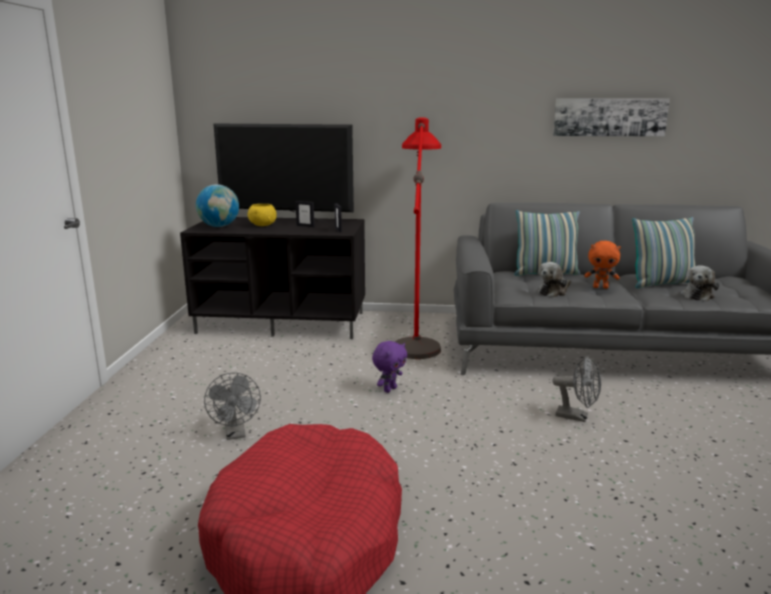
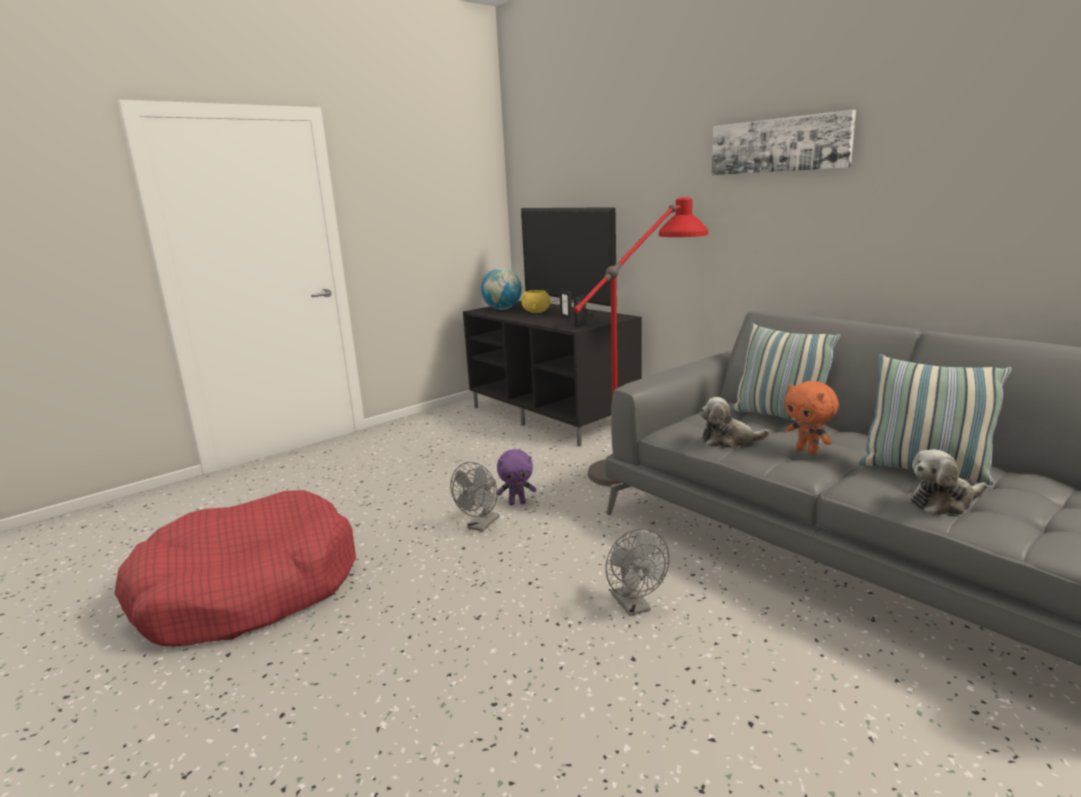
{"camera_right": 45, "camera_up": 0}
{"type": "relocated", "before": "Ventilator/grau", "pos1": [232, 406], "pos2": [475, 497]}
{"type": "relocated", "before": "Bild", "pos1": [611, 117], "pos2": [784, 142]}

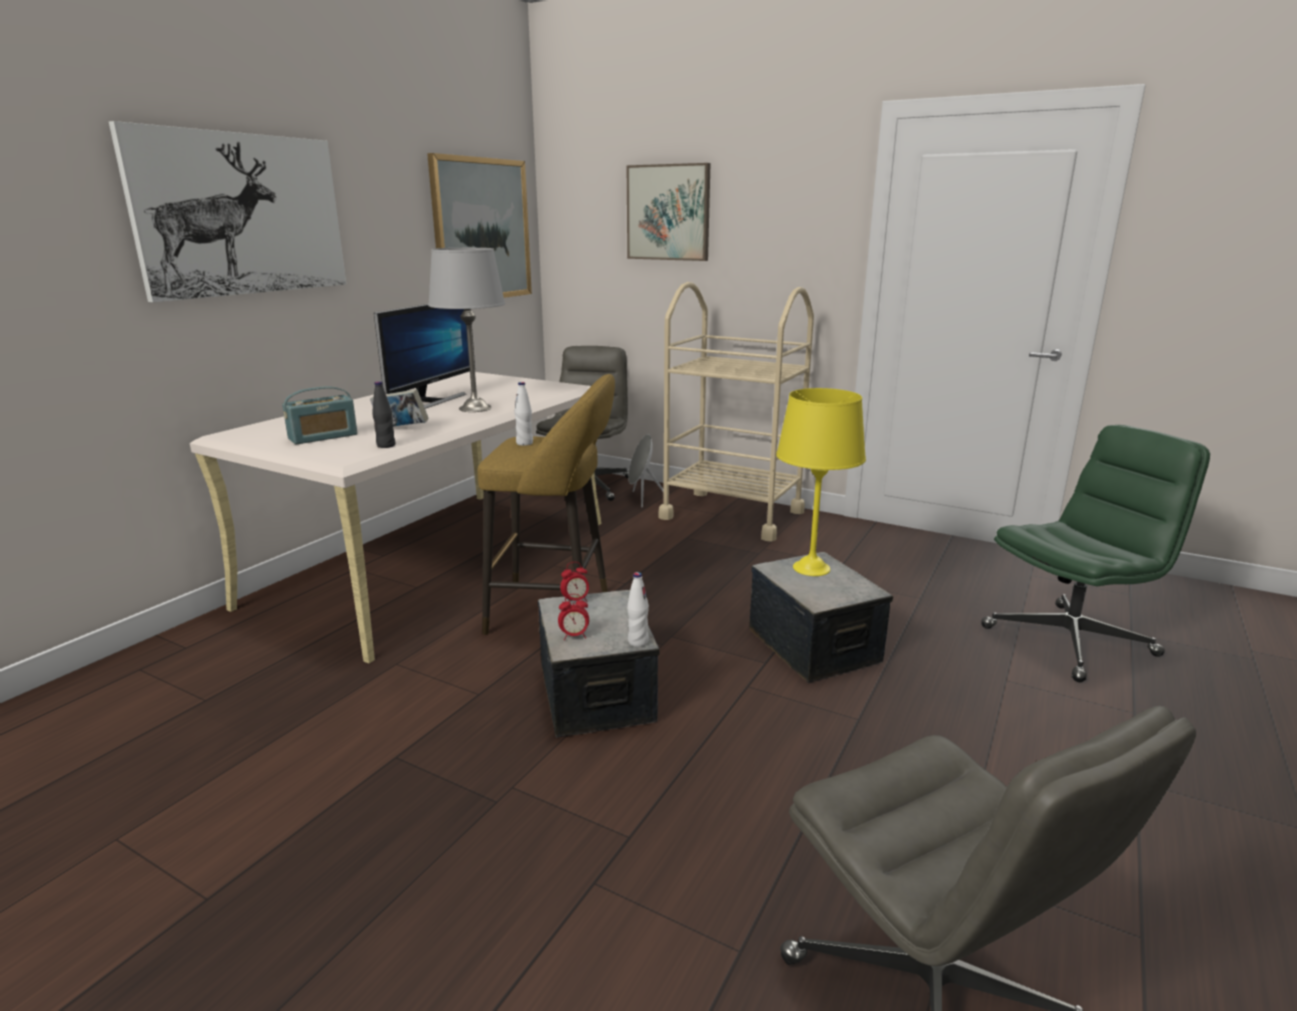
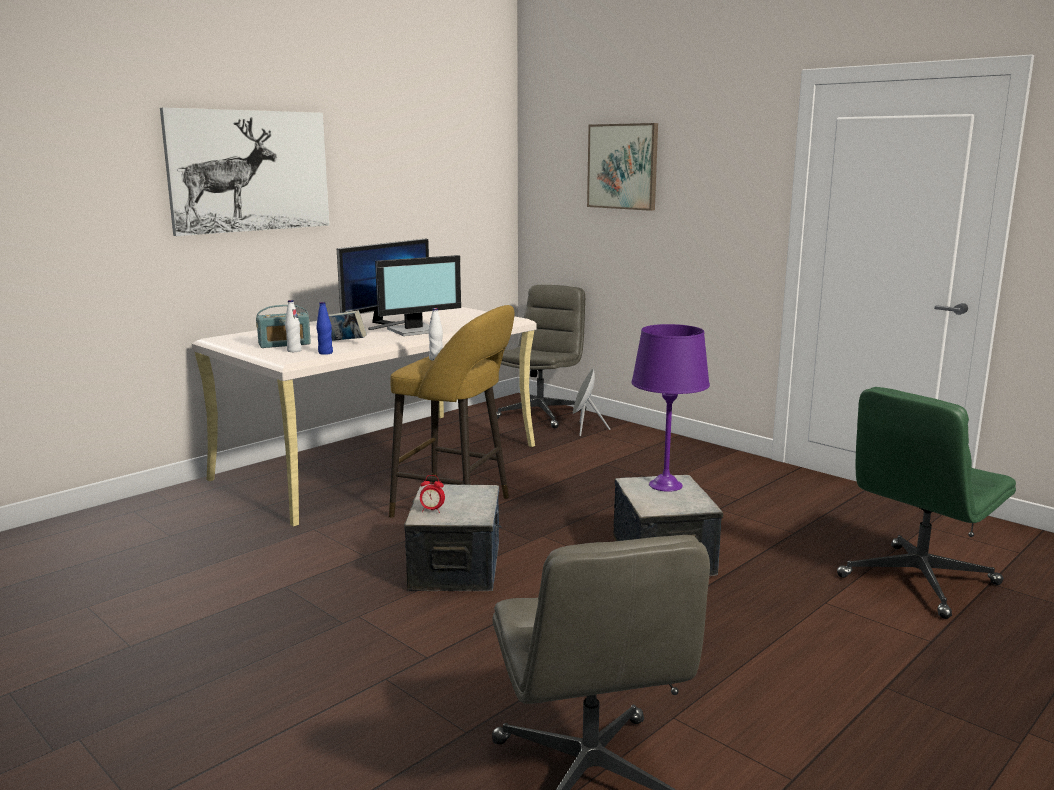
{"camera_right": 15, "camera_up": -5}
{"type": "relocated", "before": "Flasche/weiß", "pos1": [638, 609], "pos2": [293, 326]}
{"type": "colour", "before": "Flasche/schwarz", "after": "Flasche/blau", "pos1": [383, 414], "pos2": [324, 328]}
{"type": "exchanged", "before": "Tischlampe/grau", "after": "Monitor", "pos1": [466, 330], "pos2": [418, 295]}
{"type": "colour", "before": "Tischlampe/gelb", "after": "Tischlampe/lila", "pos1": [821, 482], "pos2": [670, 408]}
{"type": "spun", "before": "Bürostuhl/grün", "pos1": [1095, 553], "pos2": [926, 503], "turn": 150}
{"type": "missing", "before": "Bild", "pos1": [479, 225]}
{"type": "missing", "before": "Wecker", "pos1": [574, 582]}
{"type": "missing", "before": "Rollwagen/beige", "pos1": [736, 411]}

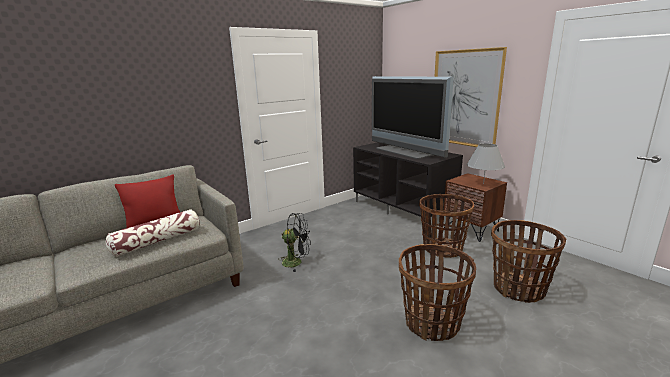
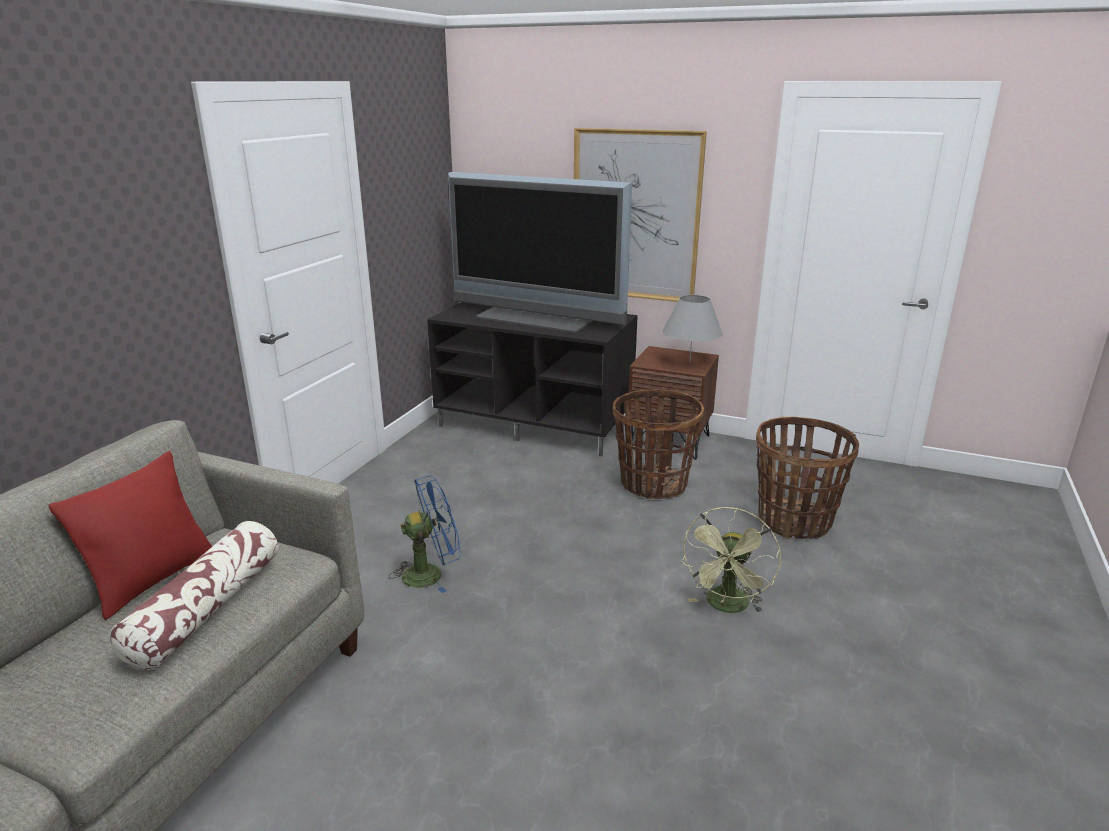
{"camera_right": -30, "camera_up": 5}
{"type": "colour", "before": "Ventilator/schwarz", "after": "Ventilator/blau", "pos1": [296, 242], "pos2": [425, 534]}
{"type": "exchanged", "before": "Korb", "after": "Ventilator/grün", "pos1": [437, 292], "pos2": [731, 560]}

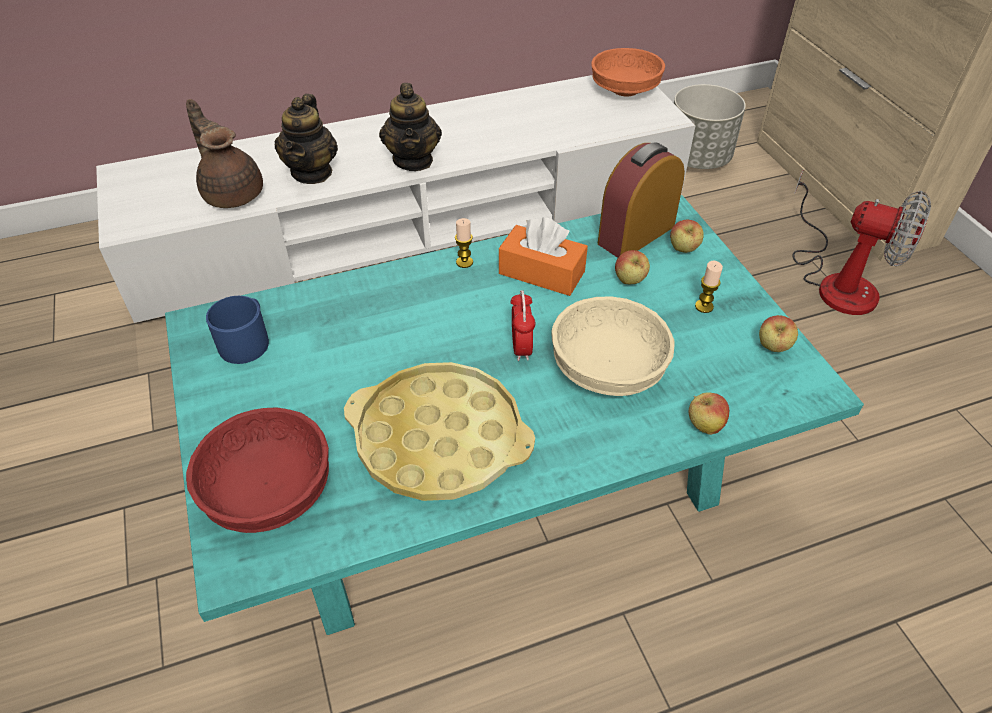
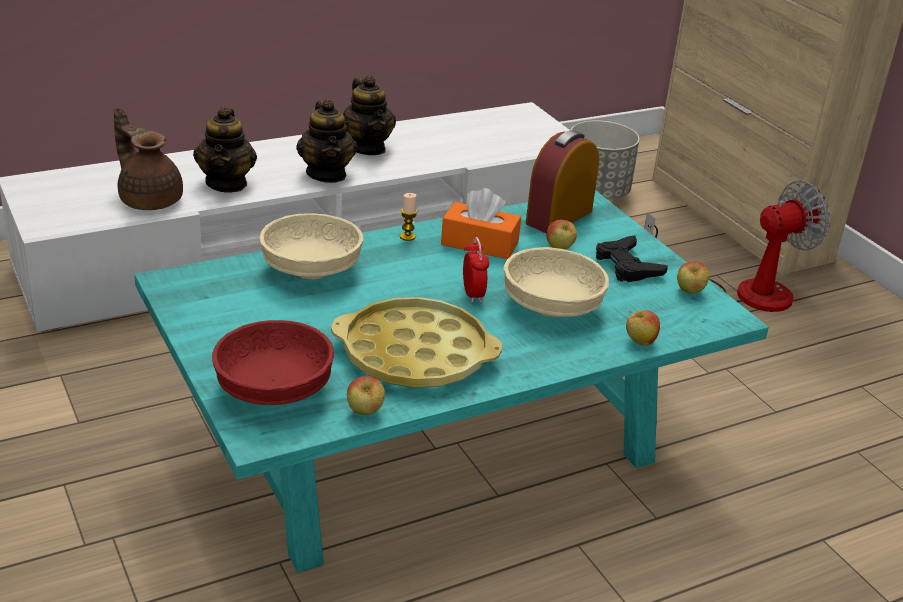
{"camera_right": -10, "camera_up": -15}
{"type": "appeared", "after": "Schüssel/beige", "pos2": [311, 246]}
{"type": "appeared", "after": "Teekanne", "pos2": [369, 115]}
{"type": "relocated", "before": "Apfel", "pos1": [687, 236], "pos2": [366, 395]}
{"type": "exchanged", "before": "Kerze", "after": "Gamepad/schwarz", "pos1": [709, 287], "pos2": [632, 258]}
{"type": "spun", "before": "Ventilator", "pos1": [861, 242], "pos2": [737, 246], "turn": -45}
{"type": "missing", "before": "Henkelbecher/blau", "pos1": [237, 330]}
{"type": "missing", "before": "Schüssel/orange", "pos1": [628, 72]}

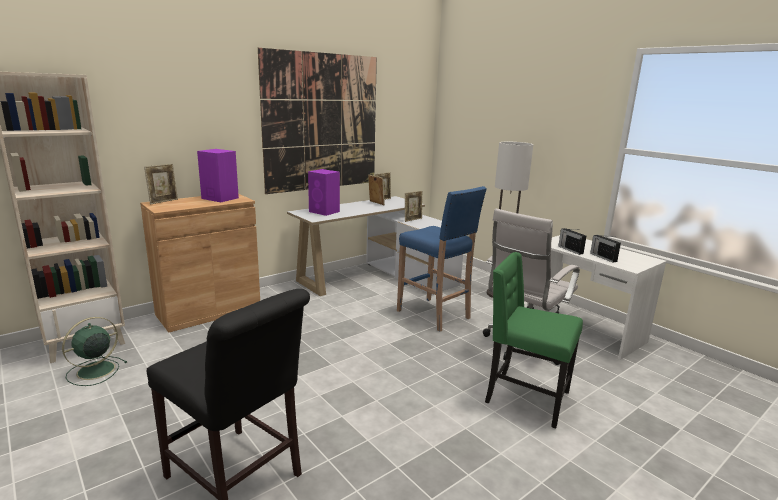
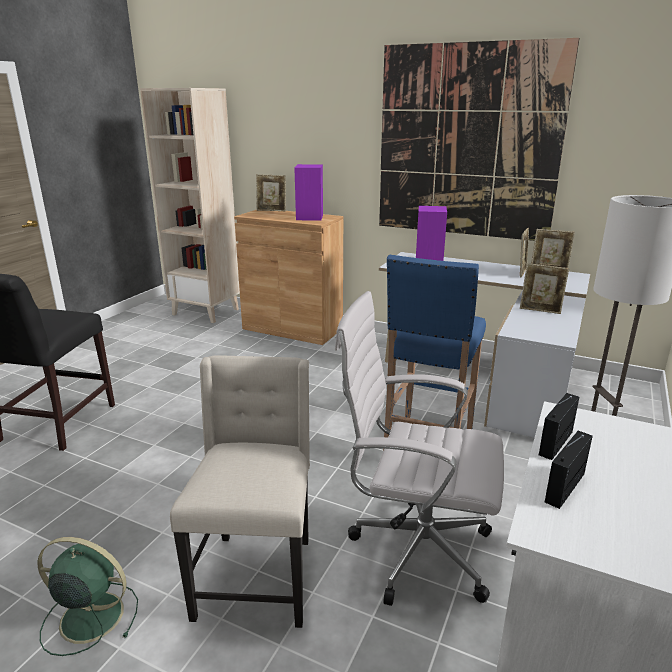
{"camera_right": 65, "camera_up": 5}
{"type": "relocated", "before": "Ventilator/grün", "pos1": [94, 351], "pos2": [87, 596]}
{"type": "colour", "before": "Stuhl/grün", "after": "Stuhl/beige", "pos1": [534, 340], "pos2": [240, 491]}

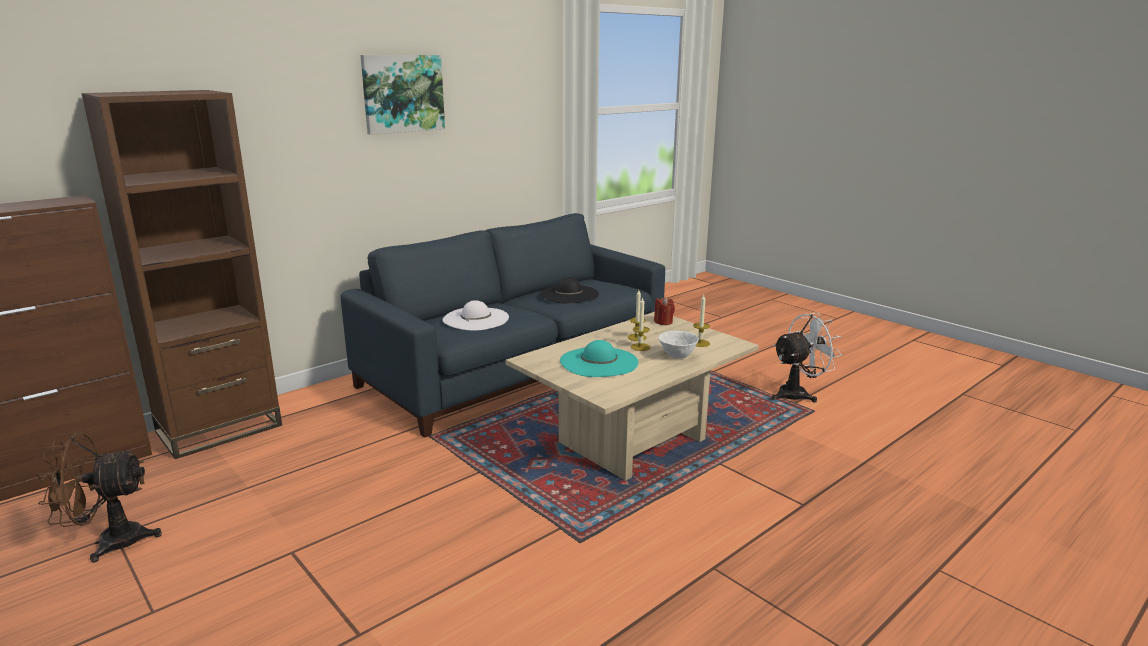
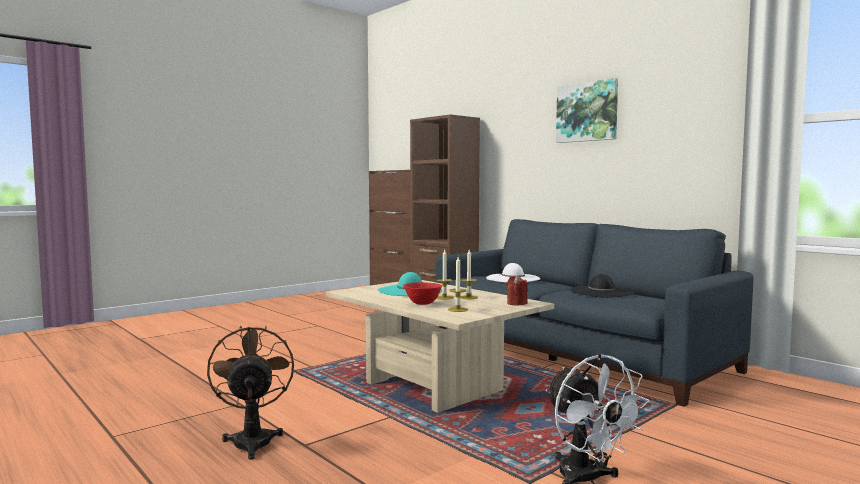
{"camera_right": 90, "camera_up": -15}
{"type": "relocated", "before": "Ventilator/braun", "pos1": [99, 497], "pos2": [250, 393]}
{"type": "colour", "before": "Schüssel/weiß", "after": "Schüssel/rot", "pos1": [678, 344], "pos2": [423, 293]}

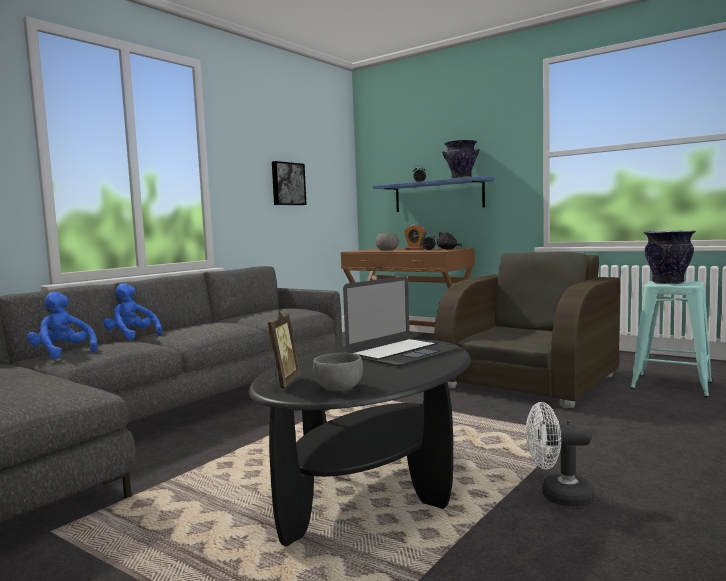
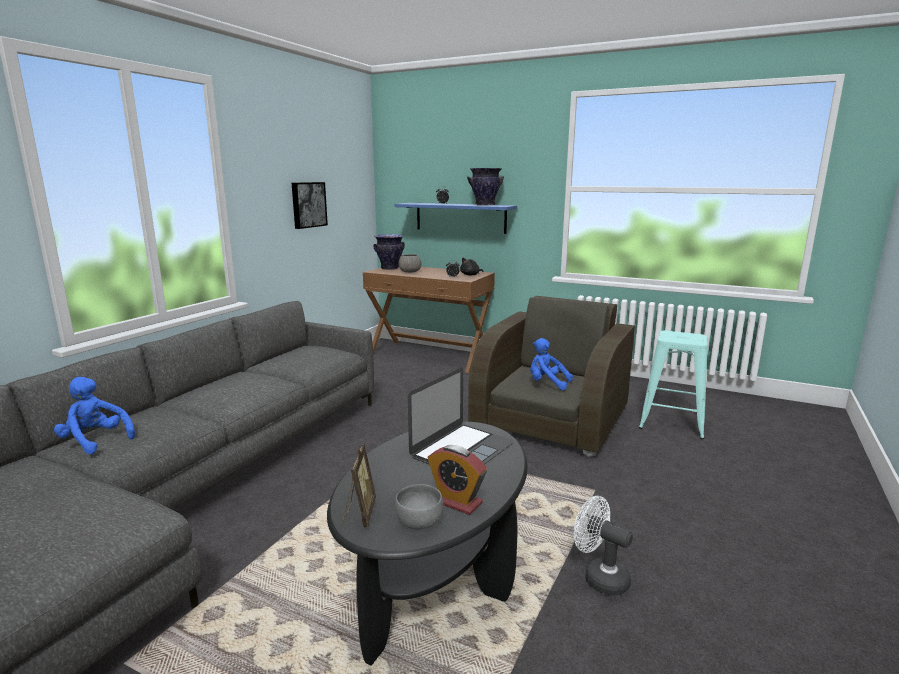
{"camera_right": -10, "camera_up": 10}
{"type": "relocated", "before": "Vase", "pos1": [670, 257], "pos2": [389, 252]}
{"type": "relocated", "before": "Wecker", "pos1": [415, 237], "pos2": [457, 480]}
{"type": "relocated", "before": "Plüschtier/blau", "pos1": [133, 311], "pos2": [551, 364]}
{"type": "spun", "before": "Ventilator/weiß", "pos1": [560, 454], "pos2": [603, 546], "turn": 45}

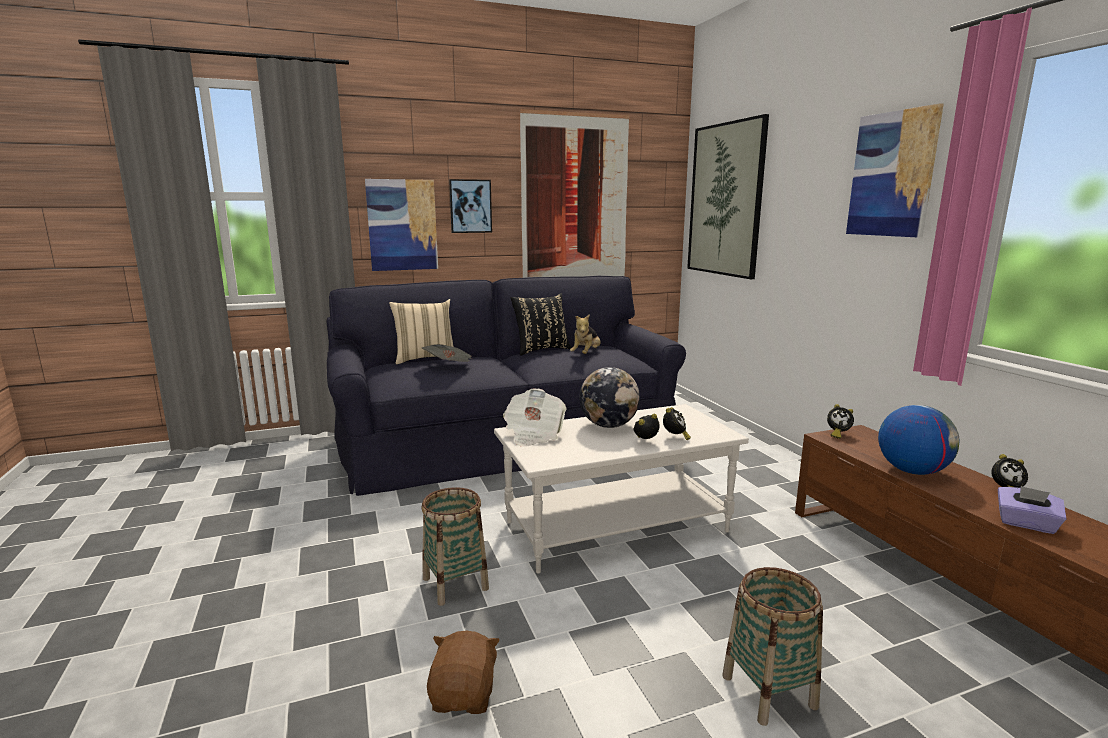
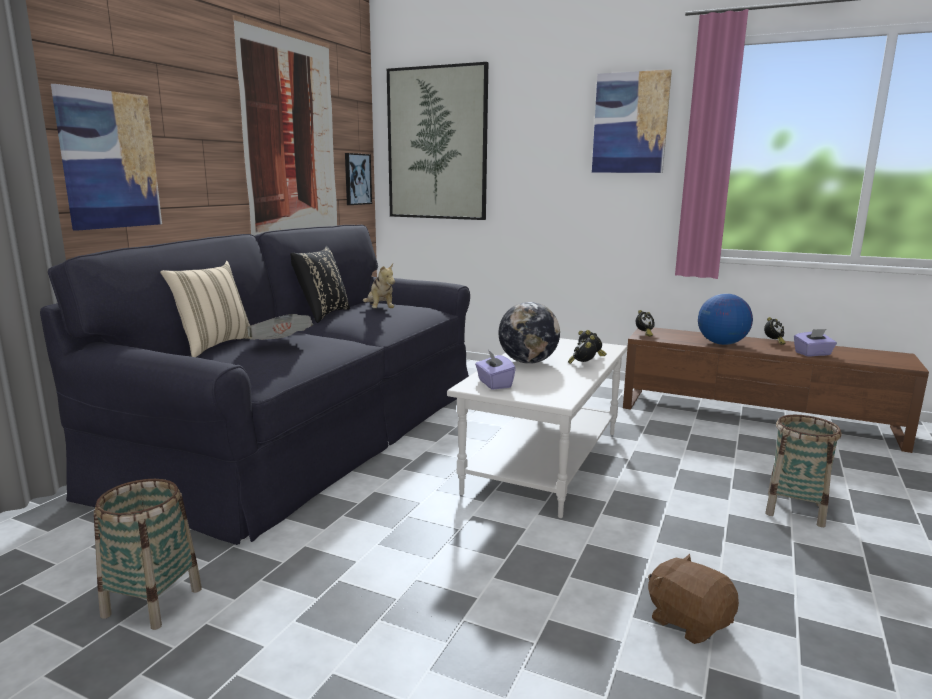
{"camera_right": -45, "camera_up": 0}
{"type": "relocated", "before": "Korb", "pos1": [455, 546], "pos2": [148, 554]}
{"type": "relocated", "before": "Bild", "pos1": [470, 206], "pos2": [358, 179]}
{"type": "exchanged", "before": "Zeitung", "after": "Taschentuchbox/lila", "pos1": [535, 417], "pos2": [495, 370]}

